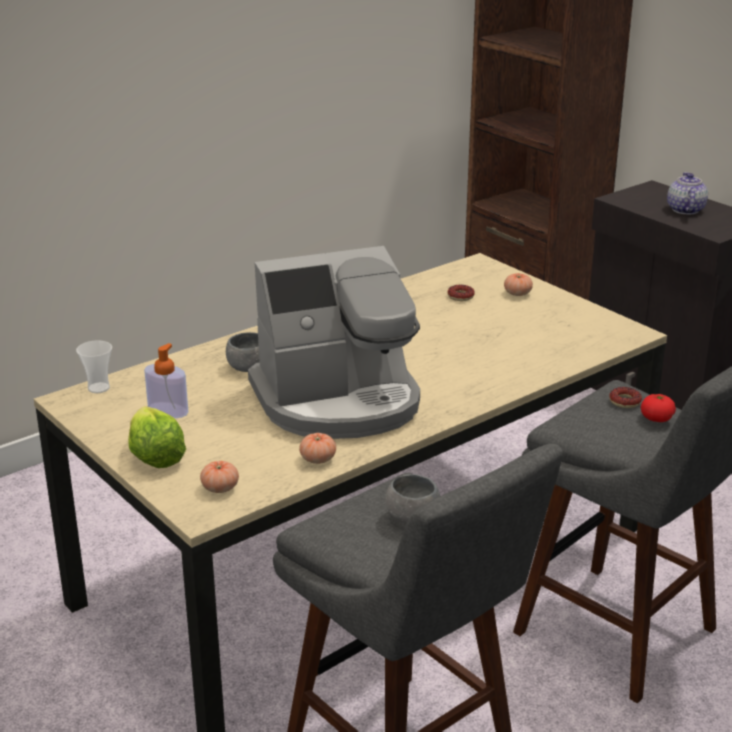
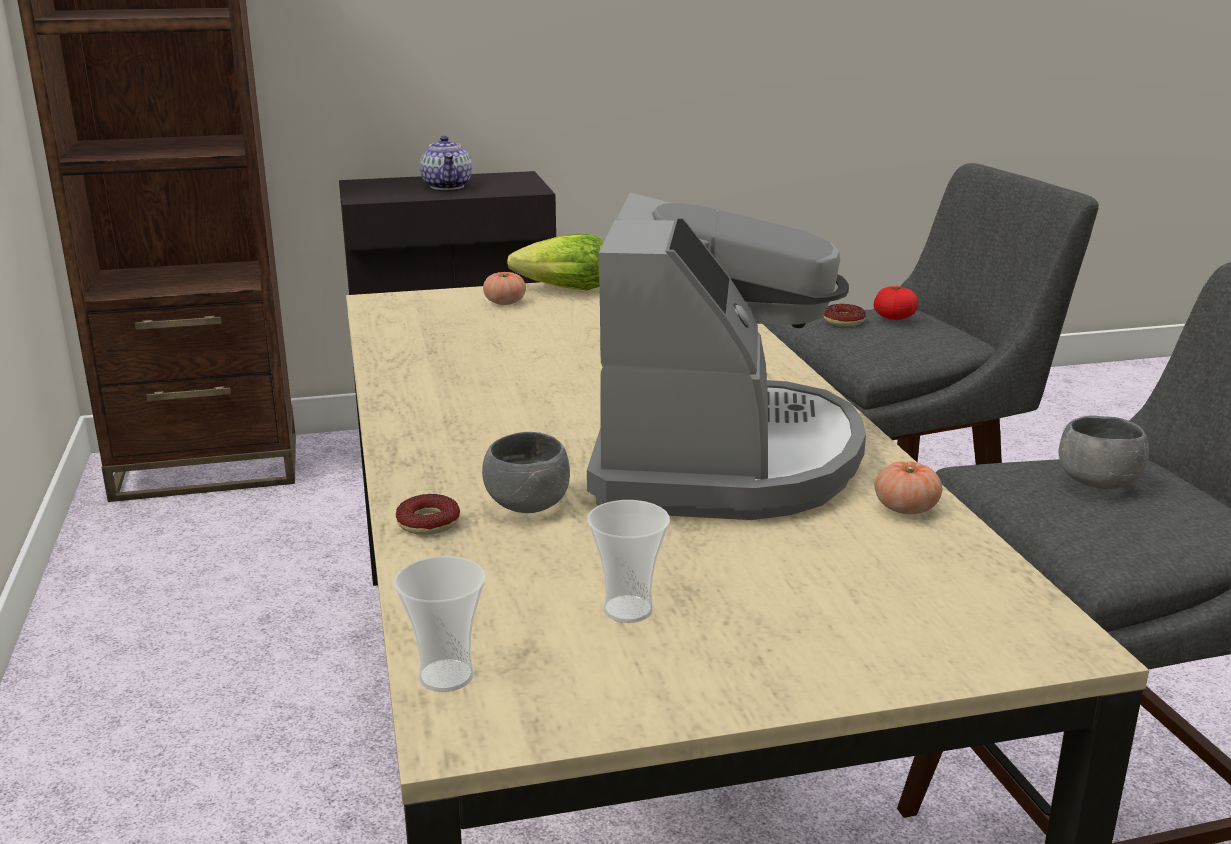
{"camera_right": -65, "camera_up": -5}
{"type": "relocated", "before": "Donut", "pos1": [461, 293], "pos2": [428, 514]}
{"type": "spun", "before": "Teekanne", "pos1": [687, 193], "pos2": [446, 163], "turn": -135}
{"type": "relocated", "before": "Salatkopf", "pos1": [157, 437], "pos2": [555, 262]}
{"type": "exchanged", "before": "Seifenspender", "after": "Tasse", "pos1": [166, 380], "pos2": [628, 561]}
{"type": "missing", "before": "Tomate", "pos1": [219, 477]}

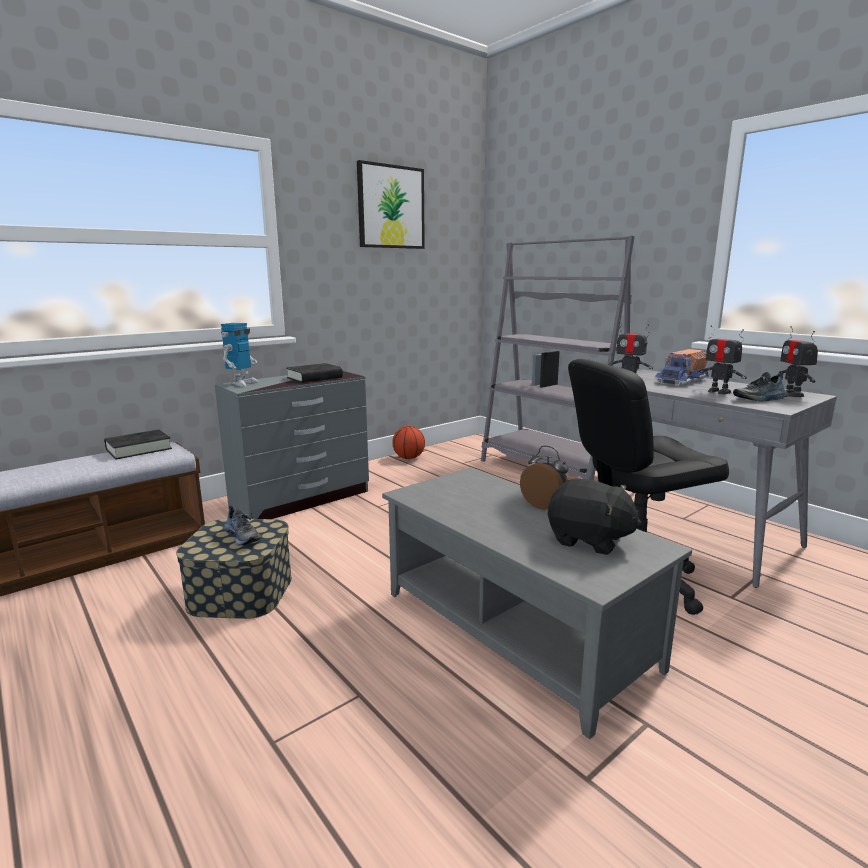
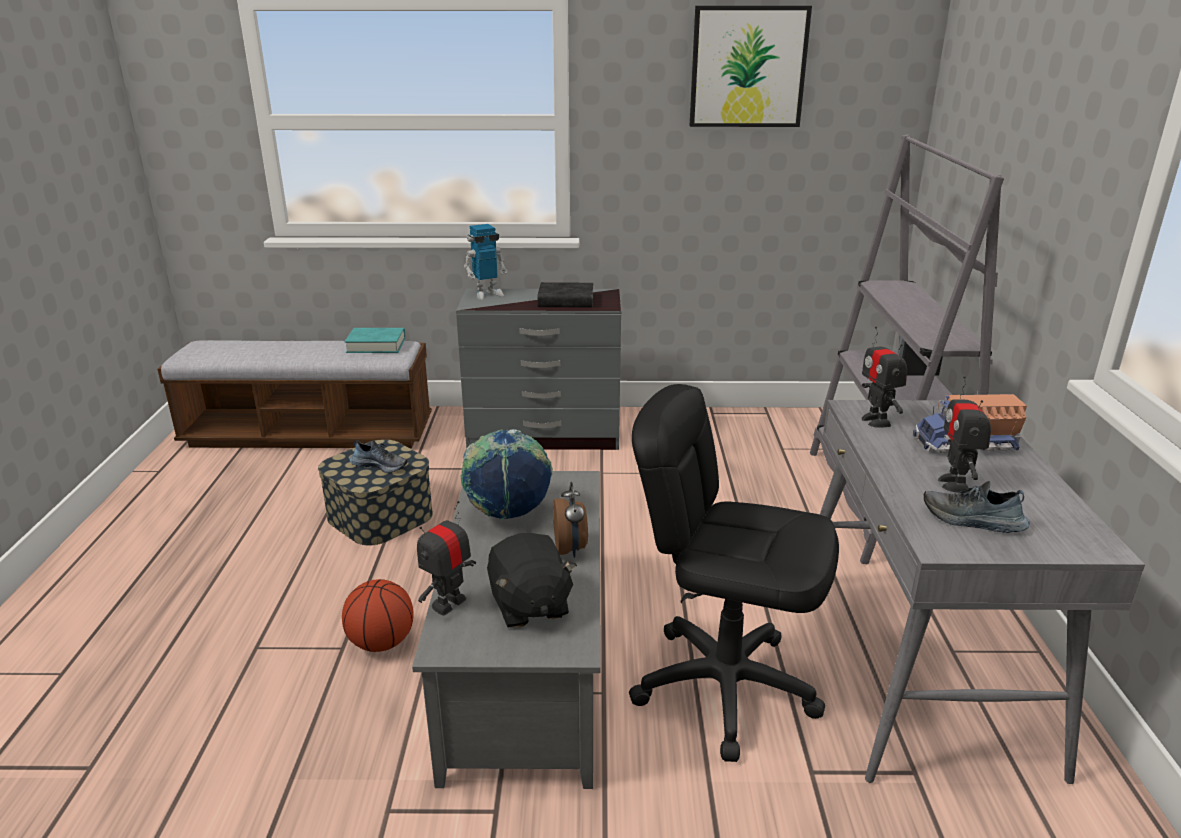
{"camera_right": 40, "camera_up": 10}
{"type": "relocated", "before": "Basketball", "pos1": [408, 442], "pos2": [377, 615]}
{"type": "colour", "before": "Buch/schwarz", "after": "Buch/türkis", "pos1": [138, 445], "pos2": [374, 340]}
{"type": "spun", "before": "Schuh", "pos1": [242, 525], "pos2": [378, 456], "turn": -75}
{"type": "relocated", "before": "Spielzeugroboter", "pos1": [798, 361], "pos2": [446, 558]}
{"type": "appeared", "after": "Globus", "pos2": [507, 474]}

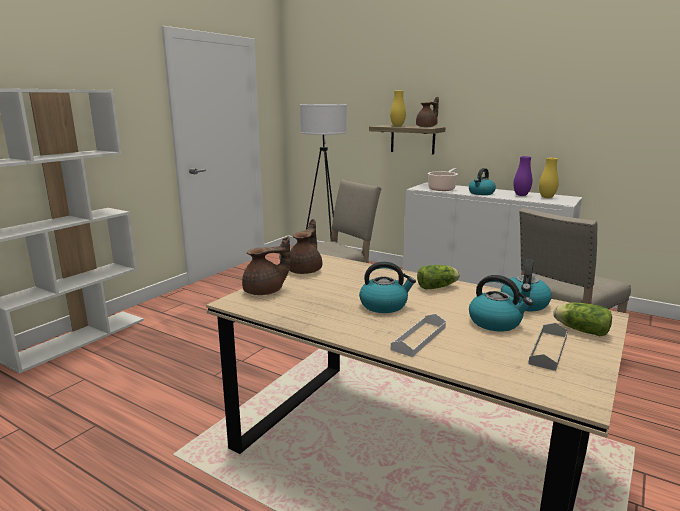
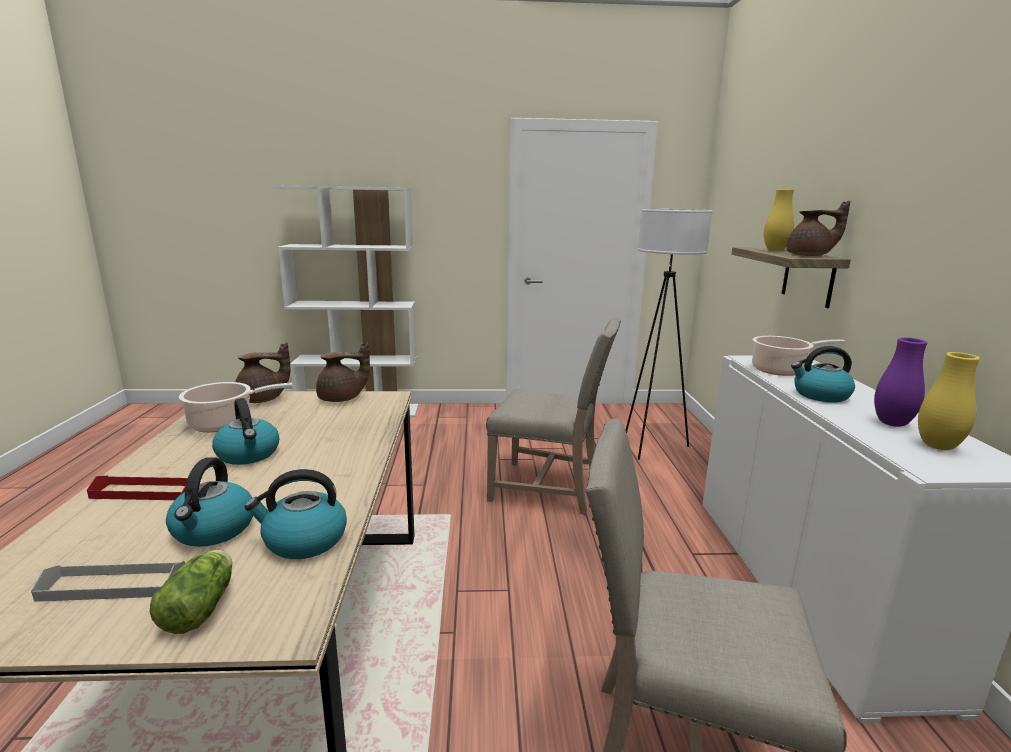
{"camera_right": 55, "camera_up": 0}
{"type": "colour", "before": "Tablett/weiß", "after": "Tablett/rot", "pos1": [418, 335], "pos2": [137, 487]}
{"type": "appeared", "after": "Kochtopf", "pos2": [236, 407]}
{"type": "spun", "before": "Teekanne/braun", "pos1": [266, 266], "pos2": [262, 373], "turn": -45}
{"type": "missing", "before": "Salatkopf", "pos1": [438, 277]}

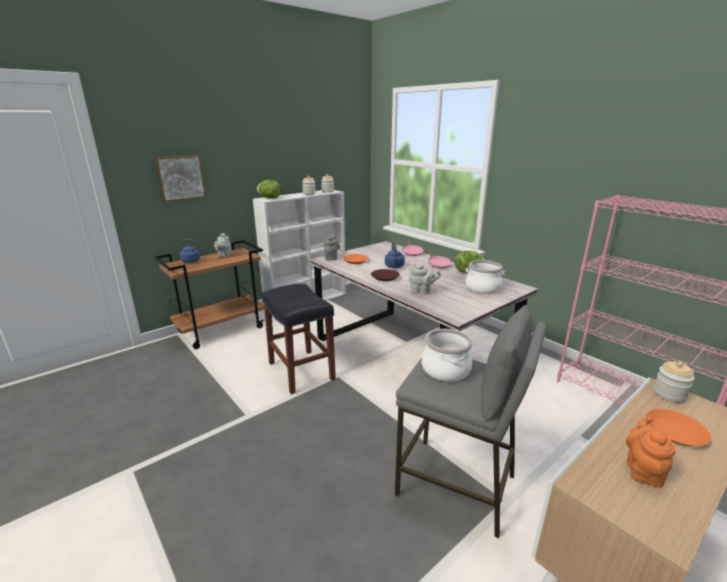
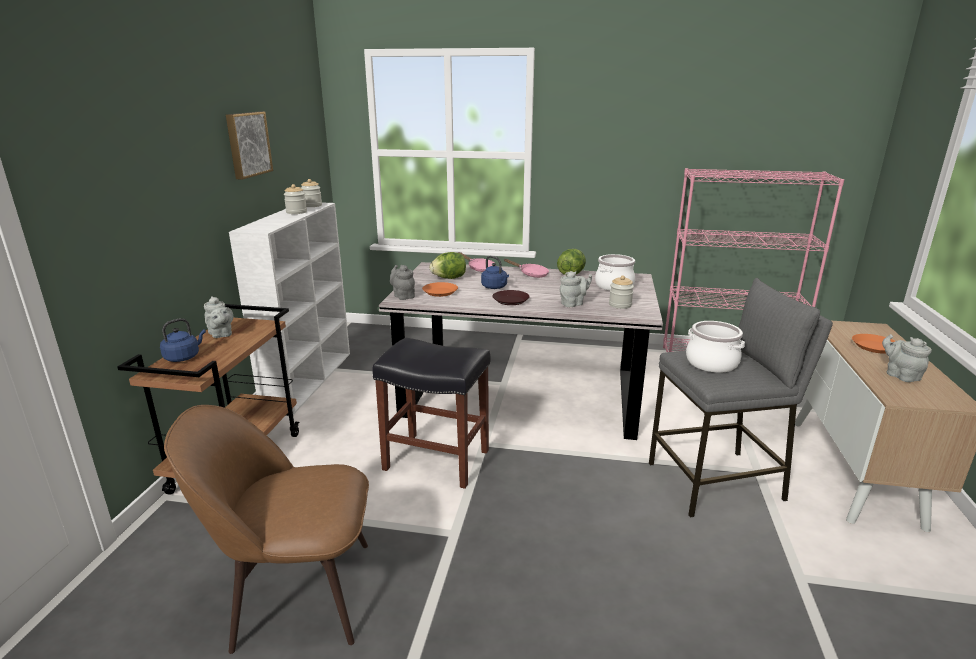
{"camera_right": -40, "camera_up": 0}
{"type": "appeared", "after": "Stuhl/braun", "pos2": [266, 529]}
{"type": "relocated", "before": "Bild", "pos1": [180, 178], "pos2": [249, 145]}
{"type": "relocated", "before": "Salatkopf", "pos1": [269, 189], "pos2": [448, 265]}
{"type": "relocated", "before": "Vorratsglas", "pos1": [674, 382], "pos2": [621, 292]}
{"type": "colour", "before": "Teekanne/orange", "after": "Teekanne/grau", "pos1": [650, 451], "pos2": [907, 358]}

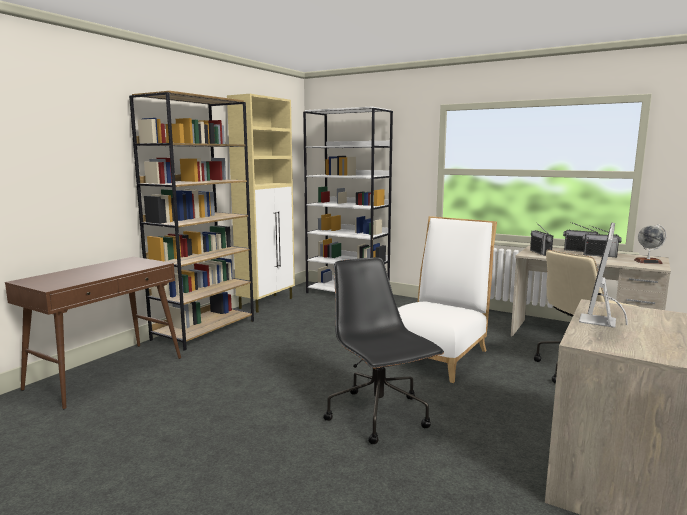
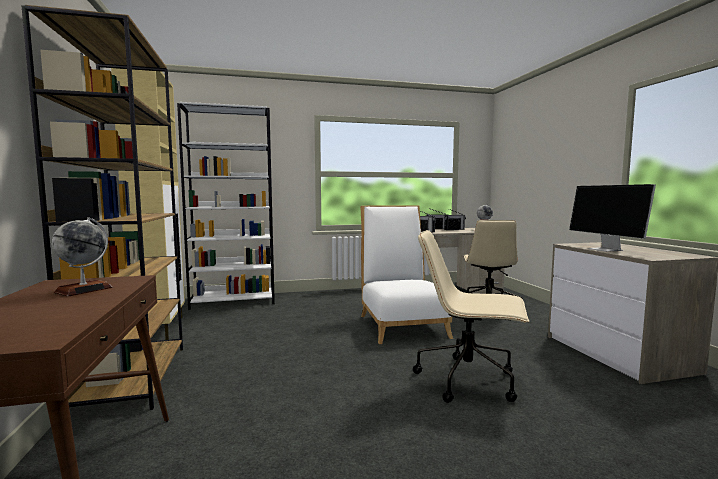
{"camera_right": -45, "camera_up": -5}
{"type": "appeared", "after": "Globus", "pos2": [82, 257]}
{"type": "colour", "before": "Bürostuhl/schwarz", "after": "Bürostuhl/beige", "pos1": [383, 350], "pos2": [471, 316]}

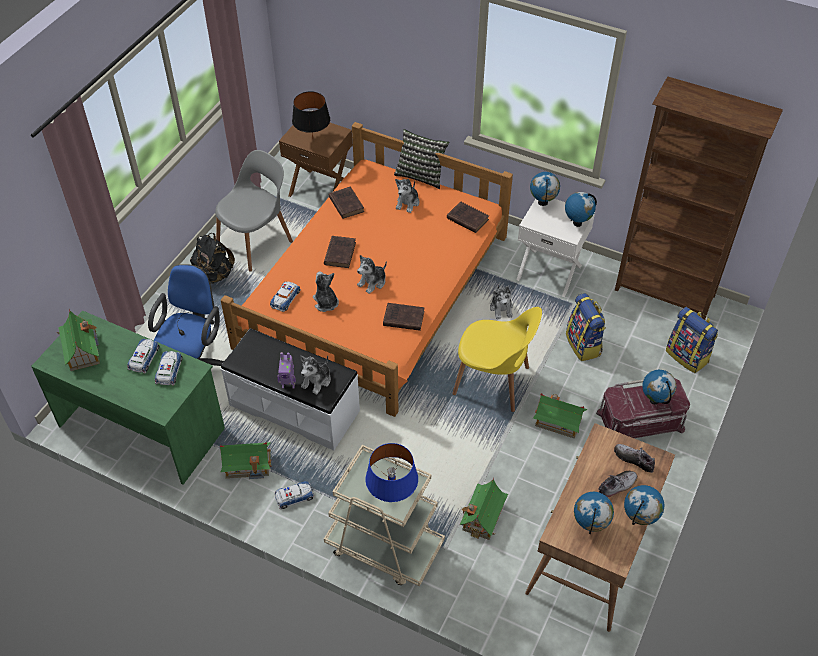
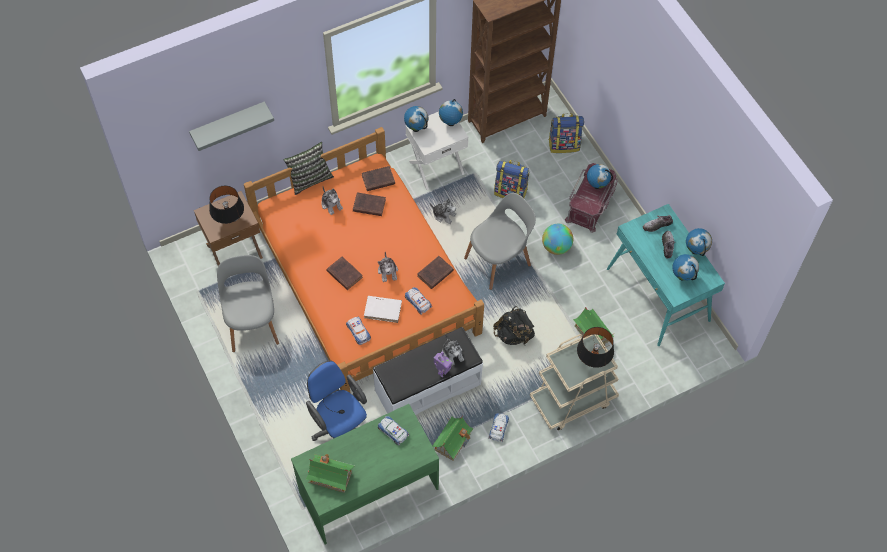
{"camera_right": -55, "camera_up": 10}
{"type": "appeared", "after": "Wandregal/grau", "pos2": [231, 126]}
{"type": "relocated", "before": "Buch/braun", "pos1": [347, 203], "pos2": [369, 204]}
{"type": "exchanged", "before": "Plüschtier", "after": "Buch/weiß", "pos1": [326, 291], "pos2": [383, 309]}
{"type": "relocated", "before": "Spielzeugauto", "pos1": [143, 356], "pos2": [418, 301]}
{"type": "colour", "before": "Stuhl/gelb", "after": "Stuhl/grau", "pos1": [497, 359], "pos2": [500, 241]}
{"type": "relocated", "before": "Rucksack/schwarz", "pos1": [212, 258], "pos2": [514, 325]}
{"type": "exchanged", "before": "Spielzeughaus", "after": "Globus", "pos1": [560, 416], "pos2": [557, 239]}
{"type": "colour", "before": "Tischlampe/blau", "after": "Tischlampe/schwarz", "pos1": [392, 472], "pos2": [595, 347]}
{"type": "colour", "before": "Schreibtisch/braun", "after": "Schreibtisch/türkis", "pos1": [600, 527], "pos2": [666, 275]}

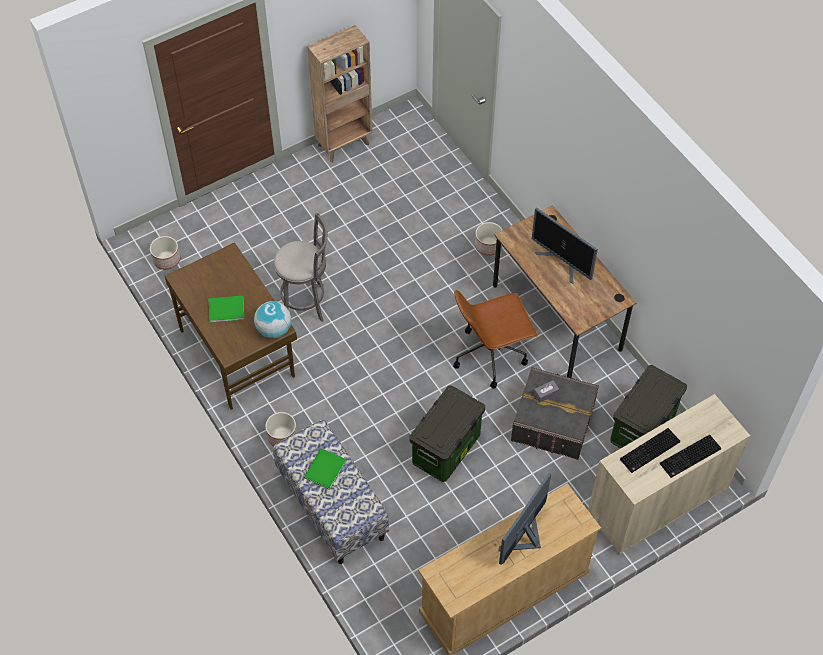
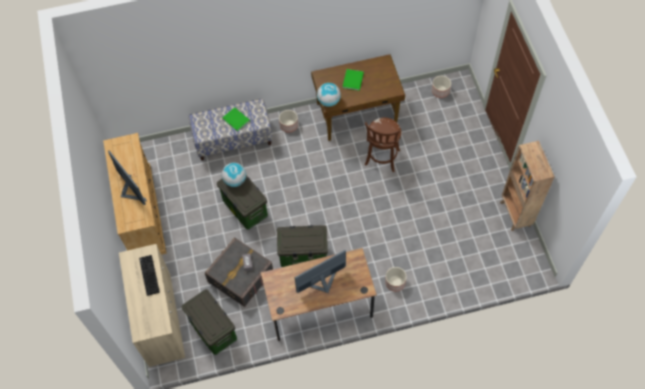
{"camera_right": 110, "camera_up": 5}
{"type": "appeared", "after": "Globus", "pos2": [234, 175]}
{"type": "exchanged", "before": "Bürostuhl/braun", "after": "Aufbewahrungsbox", "pos1": [495, 339], "pos2": [302, 246]}
{"type": "colour", "before": "Hocker/grau", "after": "Hocker/braun", "pos1": [301, 267], "pos2": [383, 145]}
{"type": "missing", "before": "Tastatur", "pos1": [690, 456]}

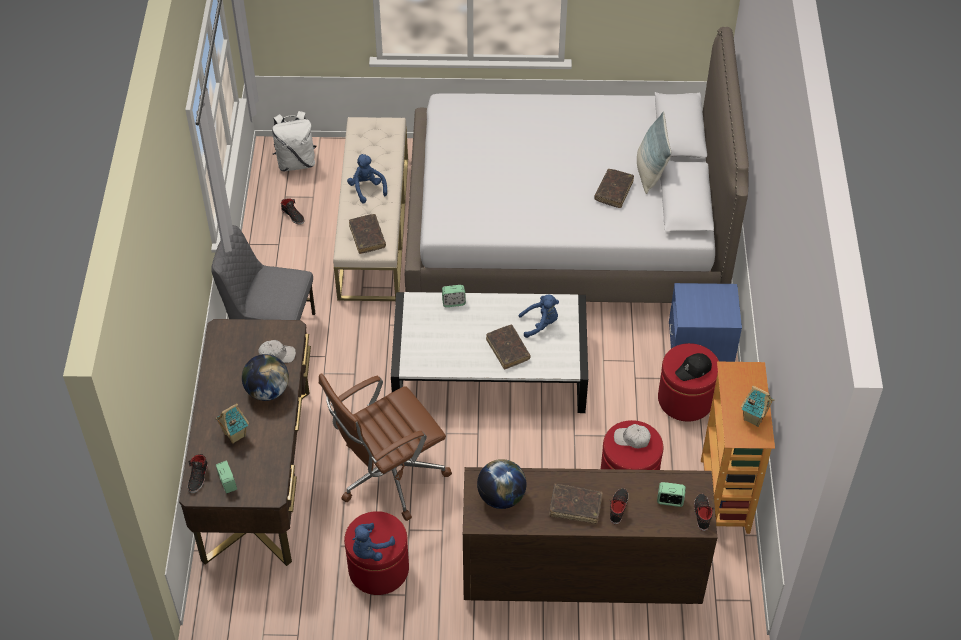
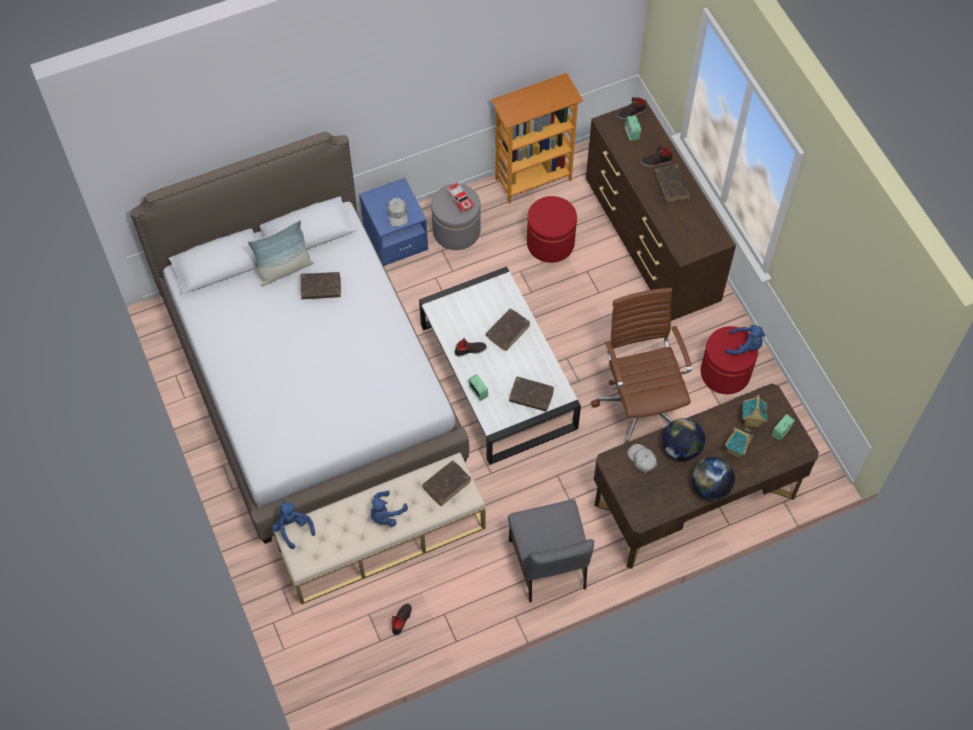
{"camera_right": -115, "camera_up": 10}
{"type": "relocated", "before": "Plüschtier/blau", "pos1": [538, 316], "pos2": [293, 525]}
{"type": "relocated", "before": "Kappe/weiß", "pos1": [632, 436], "pos2": [397, 212]}
{"type": "colour", "before": "Polsterhocker/rot", "after": "Polsterhocker/grau", "pos1": [688, 382], "pos2": [456, 217]}
{"type": "exchanged", "before": "Kappe/schwarz", "after": "Spielzeugauto", "pos1": [693, 367], "pos2": [460, 197]}
{"type": "relocated", "before": "Schuh/schwarz", "pos1": [198, 473], "pos2": [471, 347]}
{"type": "appeared", "after": "Buch/braun", "pos2": [531, 394]}
{"type": "spun", "before": "Bürostuhl/braun", "pos1": [385, 447], "pos2": [641, 365], "turn": -135}
{"type": "relocated", "before": "Globus", "pos1": [502, 484], "pos2": [713, 478]}
{"type": "relocated", "before": "Spielzeughaus", "pos1": [757, 406], "pos2": [755, 411]}
{"type": "missing", "before": "Rucksack/weiß", "pos1": [294, 141]}

